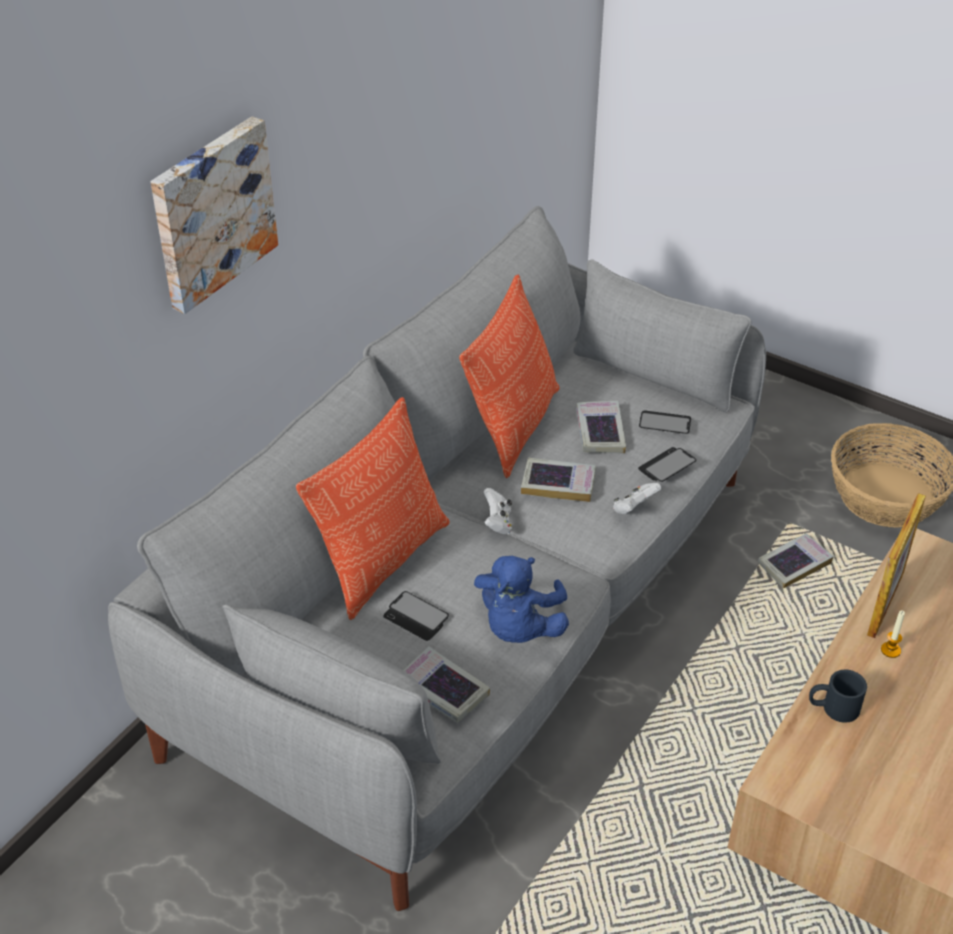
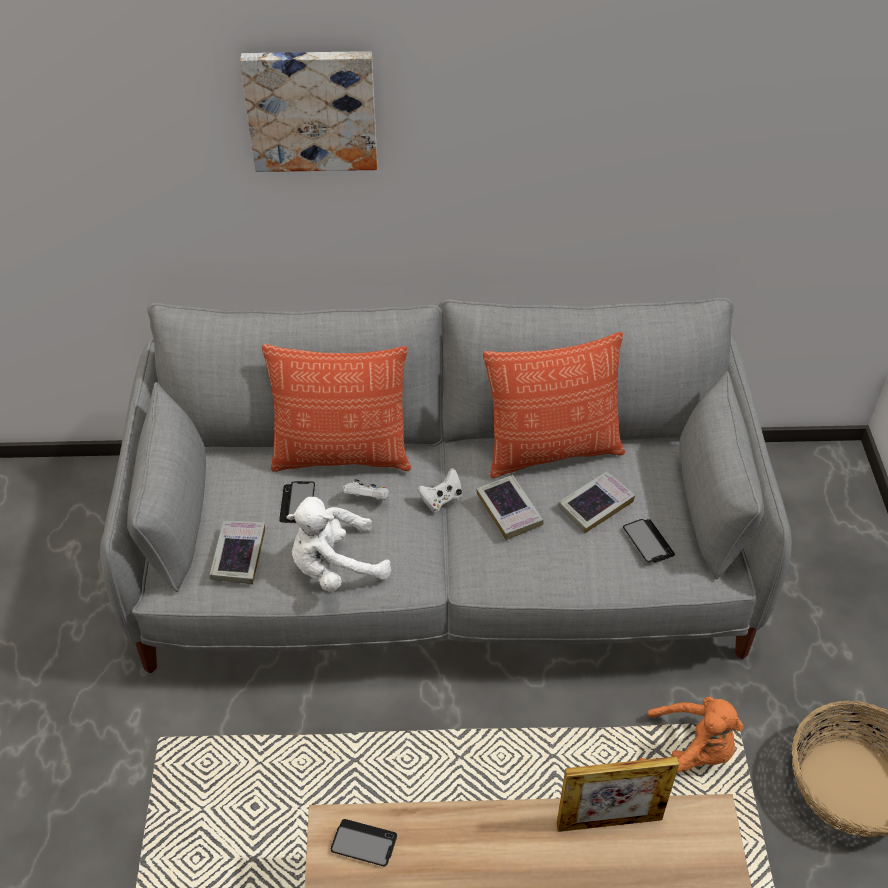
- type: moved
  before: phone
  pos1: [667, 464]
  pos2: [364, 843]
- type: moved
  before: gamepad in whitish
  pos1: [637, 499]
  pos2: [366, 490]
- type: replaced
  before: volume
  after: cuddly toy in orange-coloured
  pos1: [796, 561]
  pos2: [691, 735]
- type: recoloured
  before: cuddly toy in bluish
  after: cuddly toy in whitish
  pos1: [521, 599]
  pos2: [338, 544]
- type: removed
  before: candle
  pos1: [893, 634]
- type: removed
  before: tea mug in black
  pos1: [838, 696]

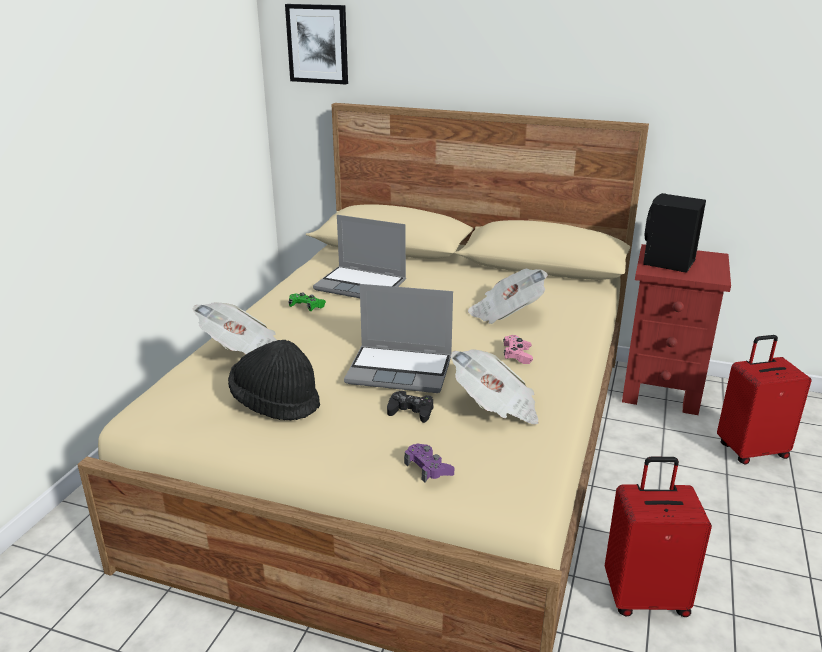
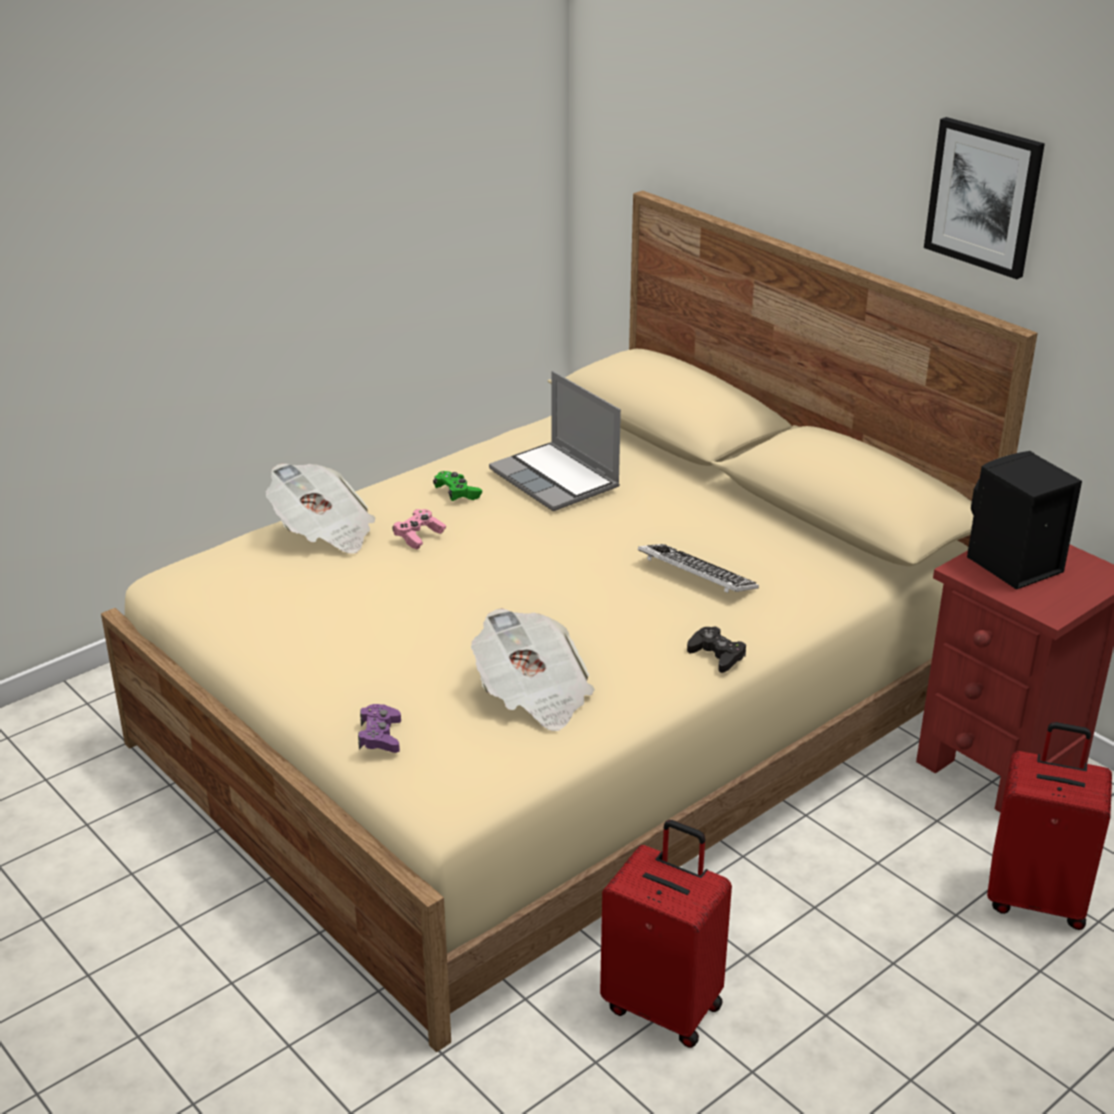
- type: moved
  before: wall art
  pos1: [316, 44]
  pos2: [984, 198]
- type: replaced
  before: printed paper
  after: computer keyboard
  pos1: [508, 296]
  pos2: [698, 568]
- type: removed
  before: portable computer
  pos1: [398, 338]
- type: moved
  before: gamepad in pink
  pos1: [518, 349]
  pos2: [419, 529]
- type: removed
  before: clothing hat in black
  pos1: [274, 380]
- type: moved
  before: gamepad in black
  pos1: [410, 406]
  pos2: [716, 650]

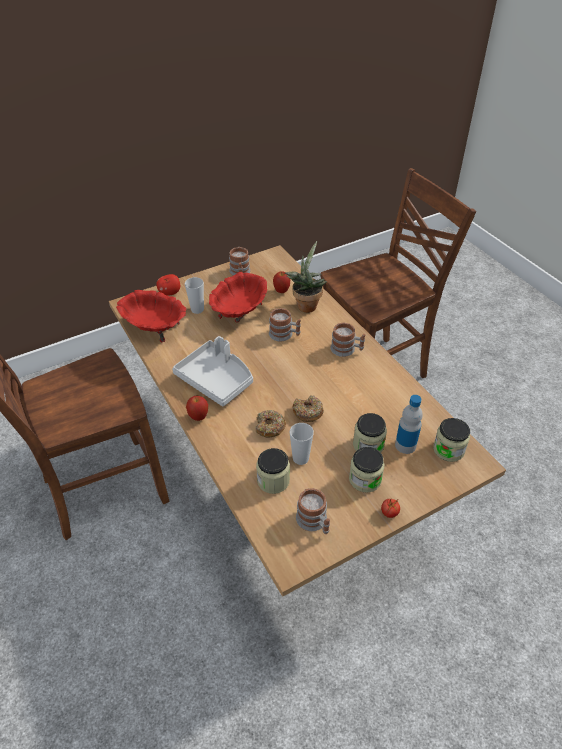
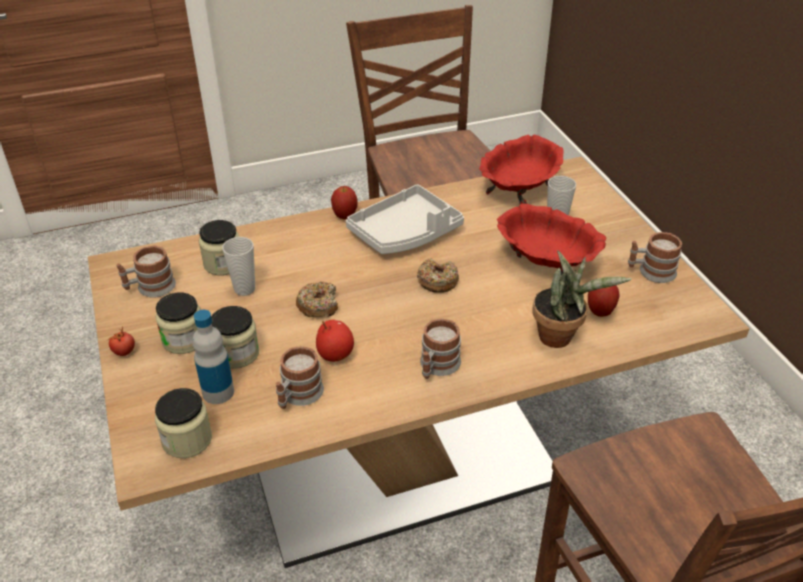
- type: moved
  before: apple
  pos1: [168, 285]
  pos2: [335, 341]
- type: moved
  before: tea mug
  pos1: [285, 324]
  pos2: [300, 377]
- type: moved
  before: ring doughnut
  pos1: [270, 423]
  pos2: [438, 275]

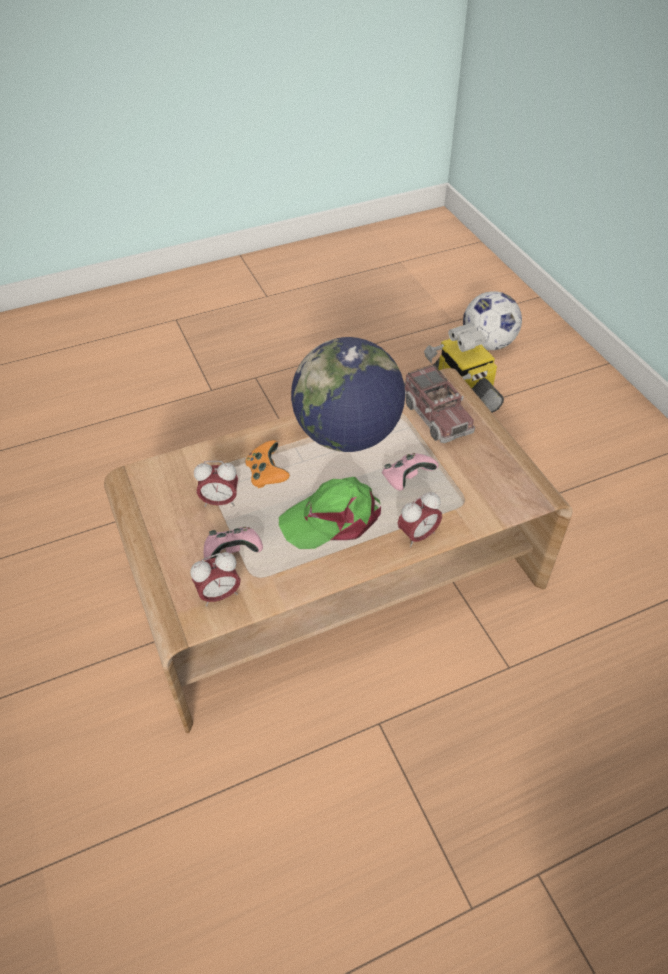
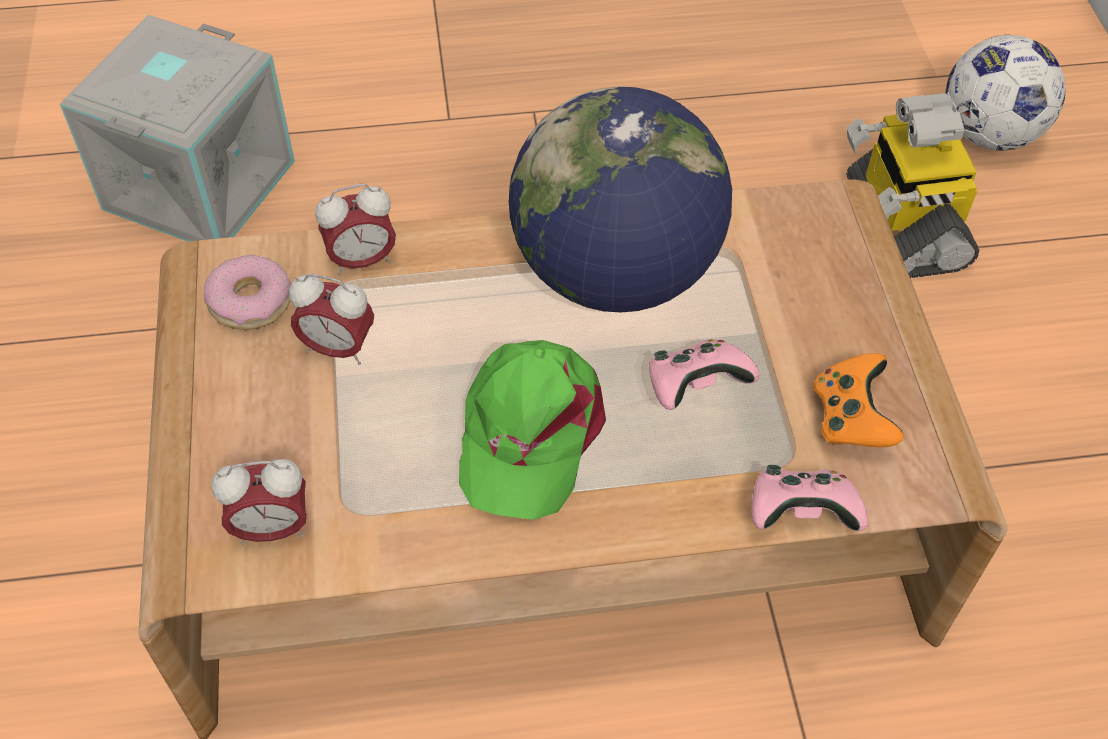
- type: removed
  before: toy truck
  pos1: [439, 403]
- type: moved
  before: gamepad in orange-coloured
  pos1: [267, 464]
  pos2: [858, 400]
- type: turned
  before: baseball cap in green
  pos1: [330, 513]
  pos2: [532, 430]
  turn: -75
- type: moved
  before: table clock
  pos1: [420, 519]
  pos2: [355, 230]
- type: moved
  before: gamepad in pink
  pos1: [233, 544]
  pos2: [809, 498]
- type: added
  after: storage container in gray
  pos2: [177, 128]
- type: added
  after: ring doughnut
  pos2: [247, 292]

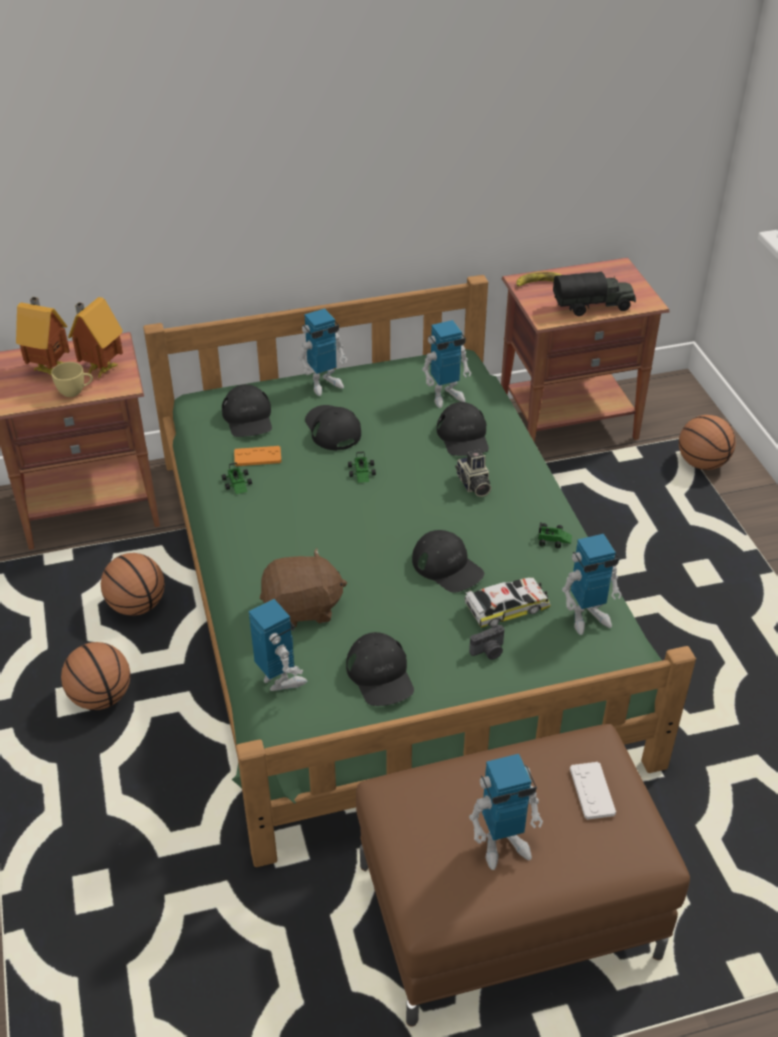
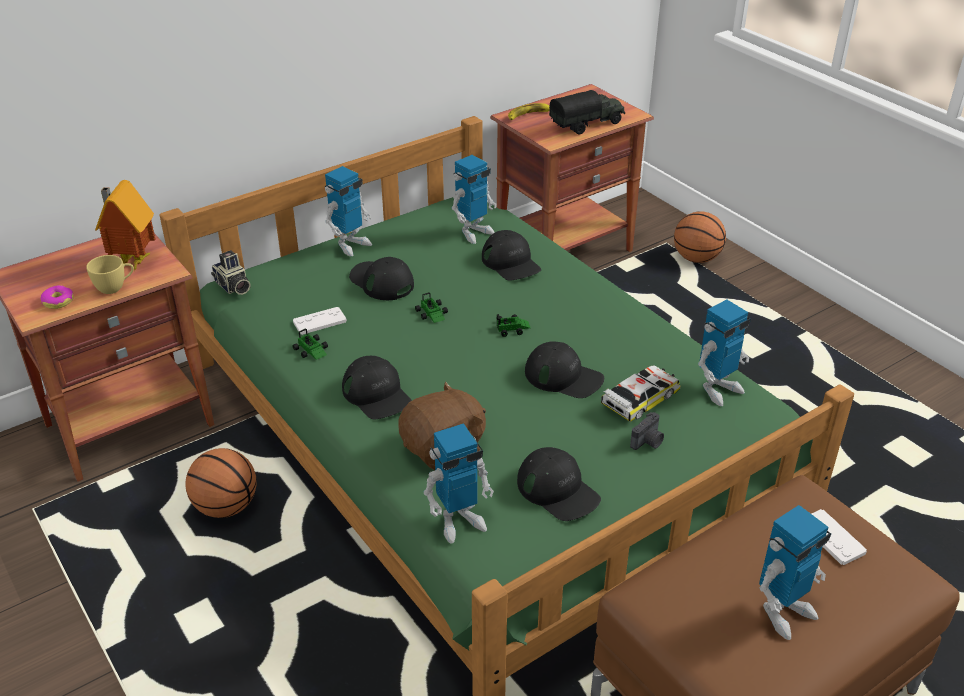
- type: removed
  before: miniature house
  pos1: [43, 336]
- type: moved
  before: baseball cap in black
  pos1: [247, 410]
  pos2: [377, 387]
- type: recoloured
  before: gamepad in orange-coloured
  after: gamepad in whitish
  pos1: [257, 456]
  pos2: [320, 321]
- type: moved
  before: photo camera
  pos1: [473, 473]
  pos2: [230, 272]
- type: moved
  before: model car
  pos1: [555, 535]
  pos2: [513, 325]
- type: turned
  before: toy robot
  pos1: [278, 645]
  pos2: [459, 483]
  turn: 120
- type: removed
  before: basketball ball
  pos1: [95, 676]
- type: added
  after: ring doughnut
  pos2: [57, 297]

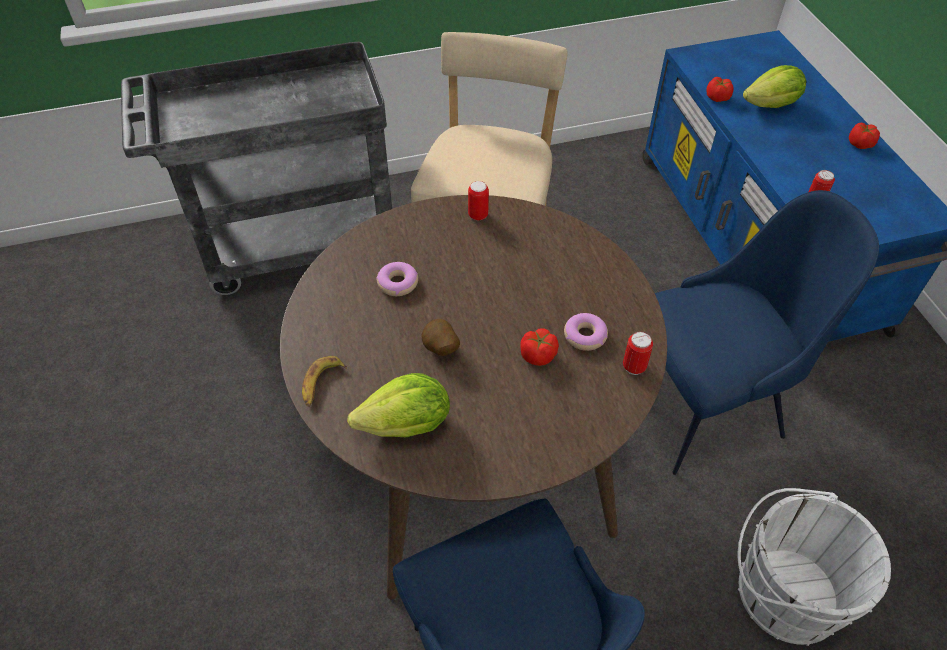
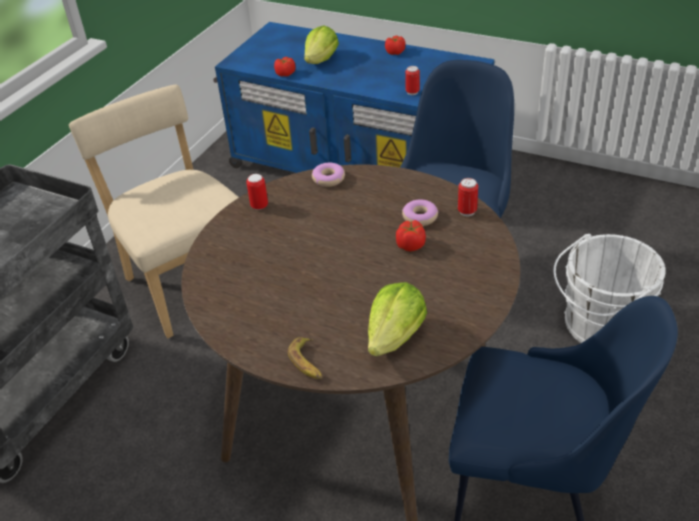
- type: moved
  before: ring doughnut
  pos1: [397, 279]
  pos2: [328, 175]
- type: removed
  before: potato
  pos1: [440, 337]

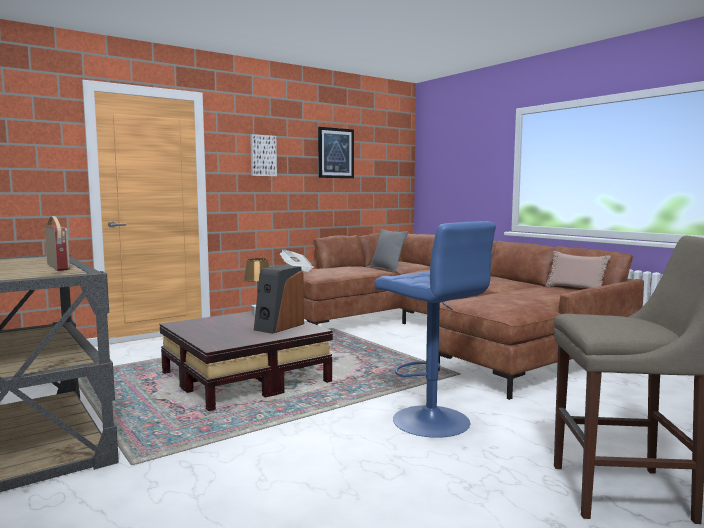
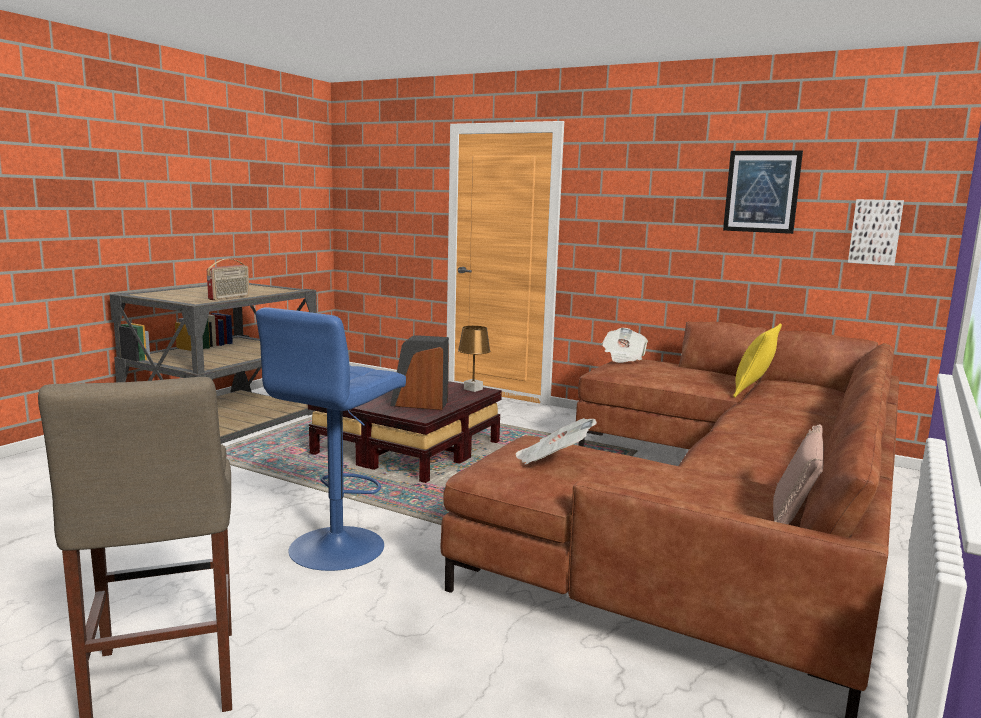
- type: moved
  before: wall art
  pos1: [263, 155]
  pos2: [876, 232]
- type: recoloured
  before: cushion in gray
  after: cushion in yellowish
  pos1: [389, 250]
  pos2: [757, 360]
- type: added
  after: printed paper
  pos2: [556, 441]

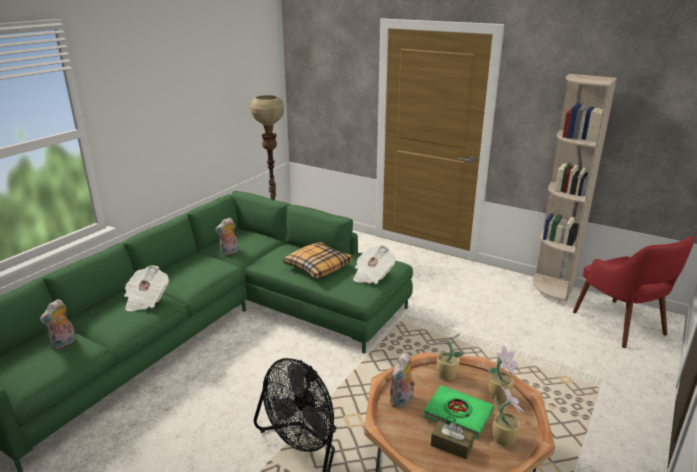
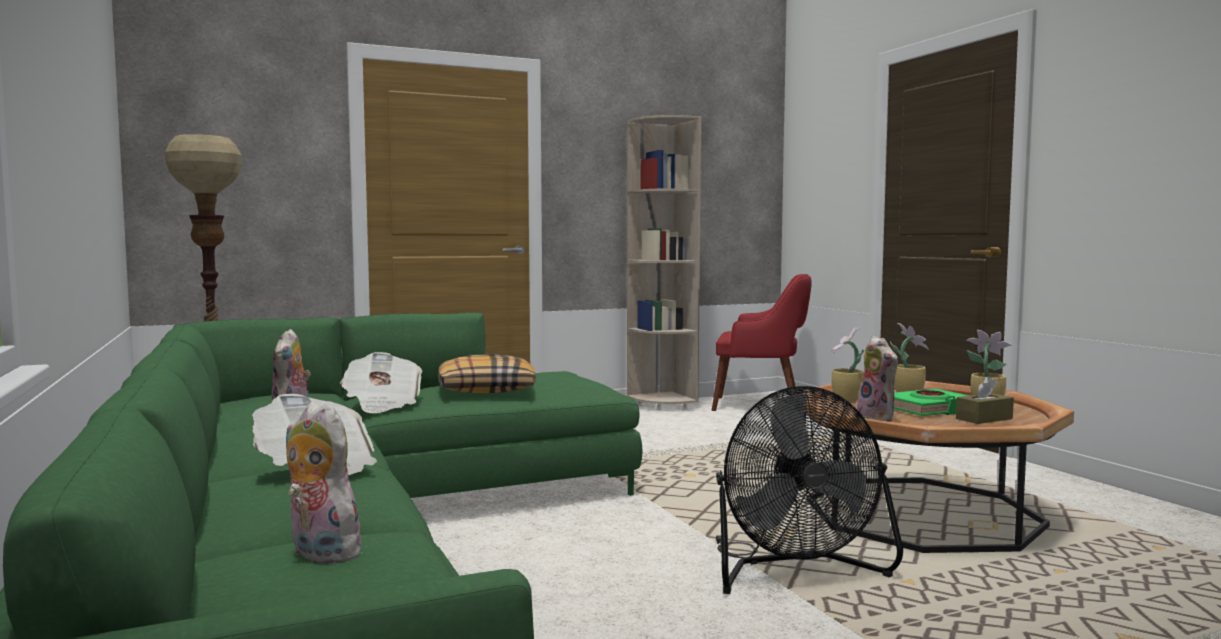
- type: moved
  before: printed paper
  pos1: [374, 264]
  pos2: [381, 382]
- type: turned
  before: cuddly toy
  pos1: [58, 324]
  pos2: [327, 483]
  turn: 150

